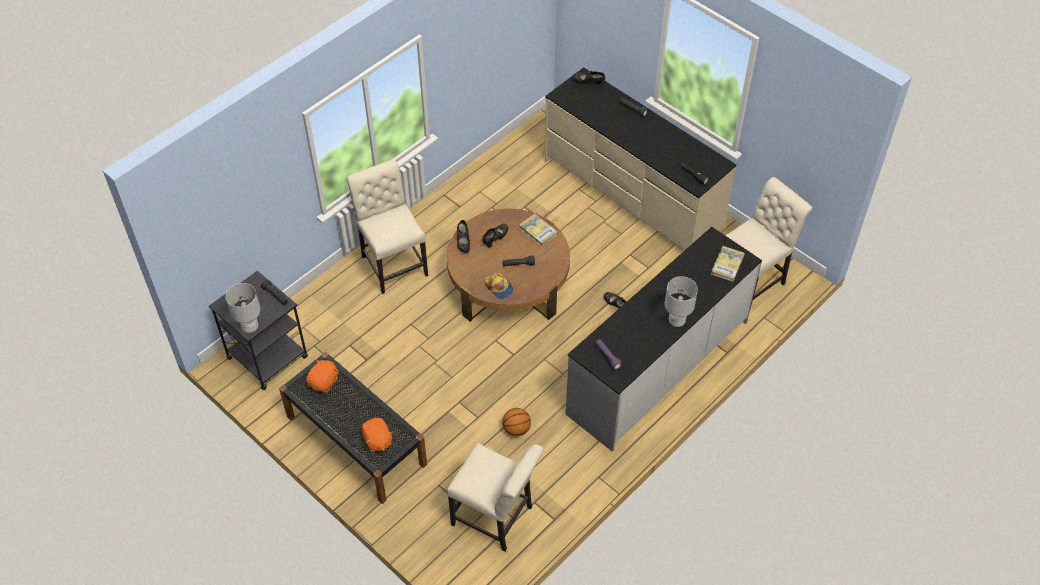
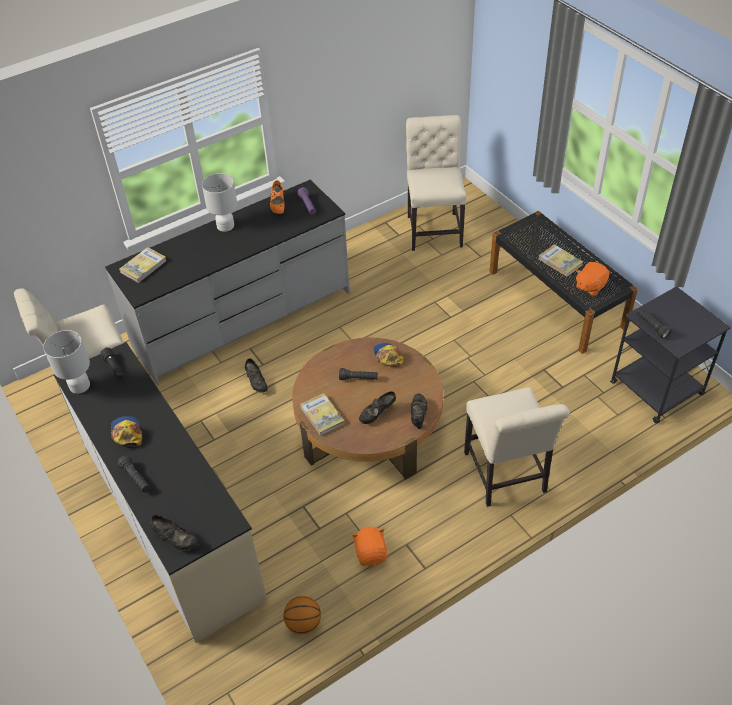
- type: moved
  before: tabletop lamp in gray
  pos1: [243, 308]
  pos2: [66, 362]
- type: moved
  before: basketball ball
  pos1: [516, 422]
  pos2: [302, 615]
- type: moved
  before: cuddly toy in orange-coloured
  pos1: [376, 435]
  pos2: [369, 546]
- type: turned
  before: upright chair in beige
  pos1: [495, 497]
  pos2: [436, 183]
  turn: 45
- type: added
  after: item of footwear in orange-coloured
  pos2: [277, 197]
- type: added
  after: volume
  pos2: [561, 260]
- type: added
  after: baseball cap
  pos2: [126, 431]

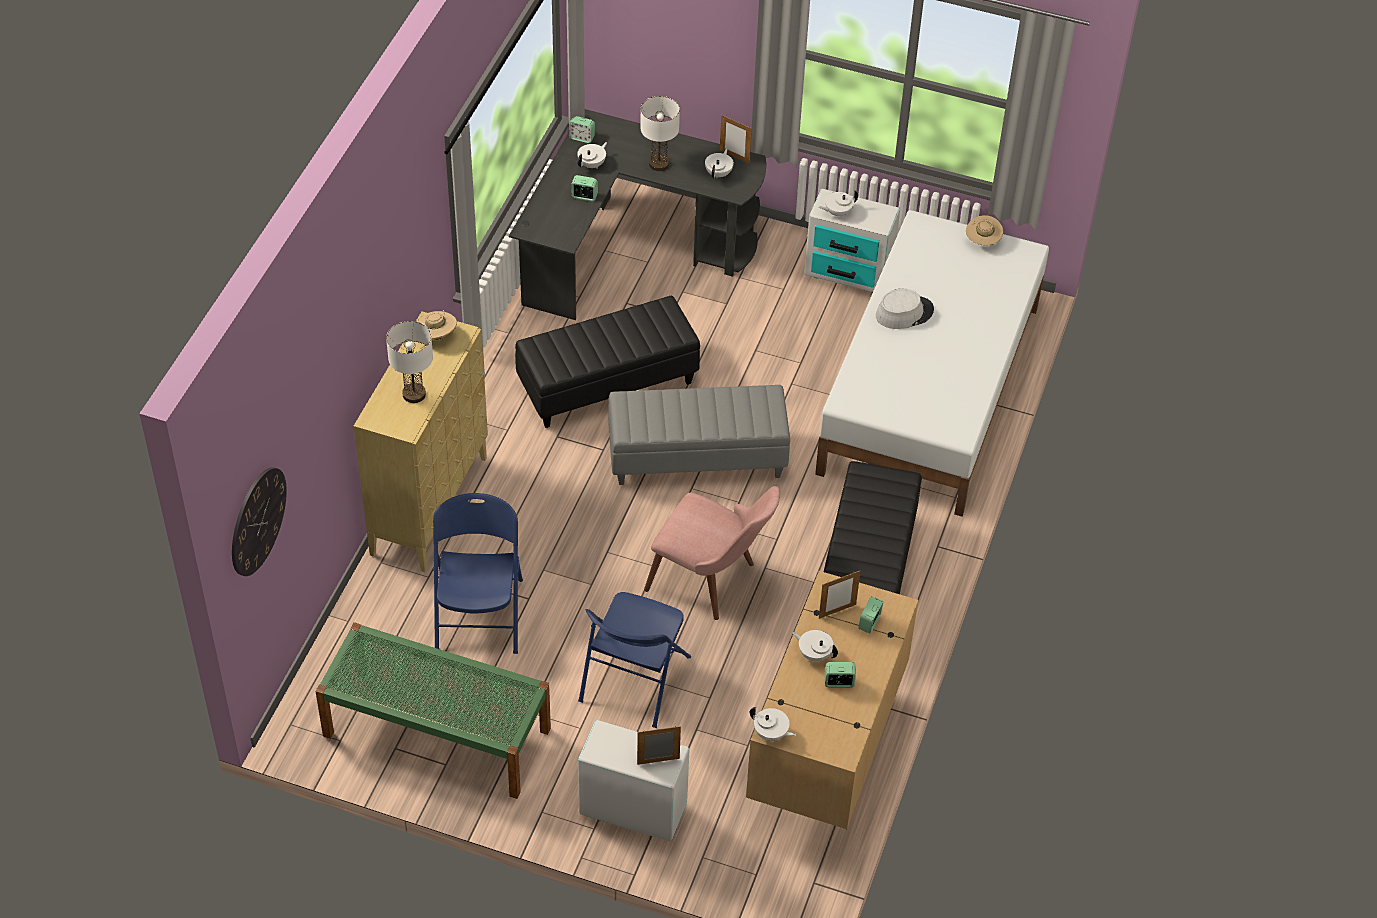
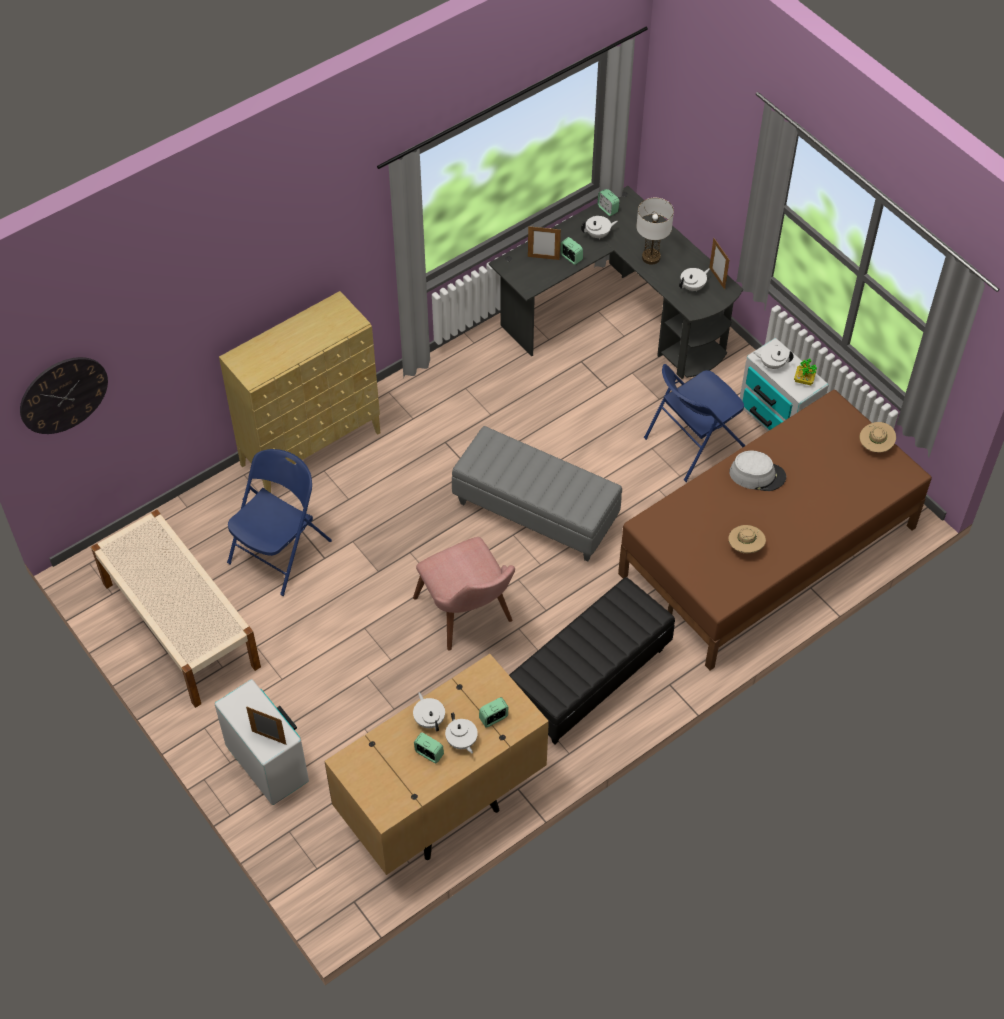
- type: recoloured
  before: bedroom bed in whitish
  after: bedroom bed in brown-coloured
  pos1: [932, 363]
  pos2: [775, 530]
- type: removed
  before: pouffe in black
  pos1: [607, 362]
- type: moved
  before: clothing hat in beige
  pos1: [437, 325]
  pos2: [747, 539]
- type: removed
  before: tabletop lamp
  pos1: [409, 362]
- type: moved
  before: picture frame
  pos1: [839, 595]
  pos2: [544, 243]
- type: moved
  before: upright chair in bluish
  pos1: [634, 660]
  pos2: [694, 423]
- type: recoloured
  before: indoor bench in green
  after: indoor bench in beige
  pos1: [433, 710]
  pos2: [176, 608]
- type: moved
  before: tea pot in whitish
  pos1: [773, 724]
  pos2: [461, 733]
- type: added
  after: potted plant
  pos2: [805, 371]

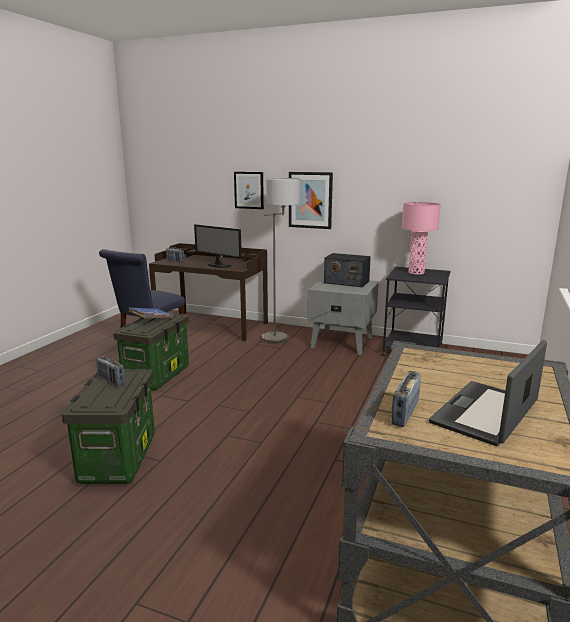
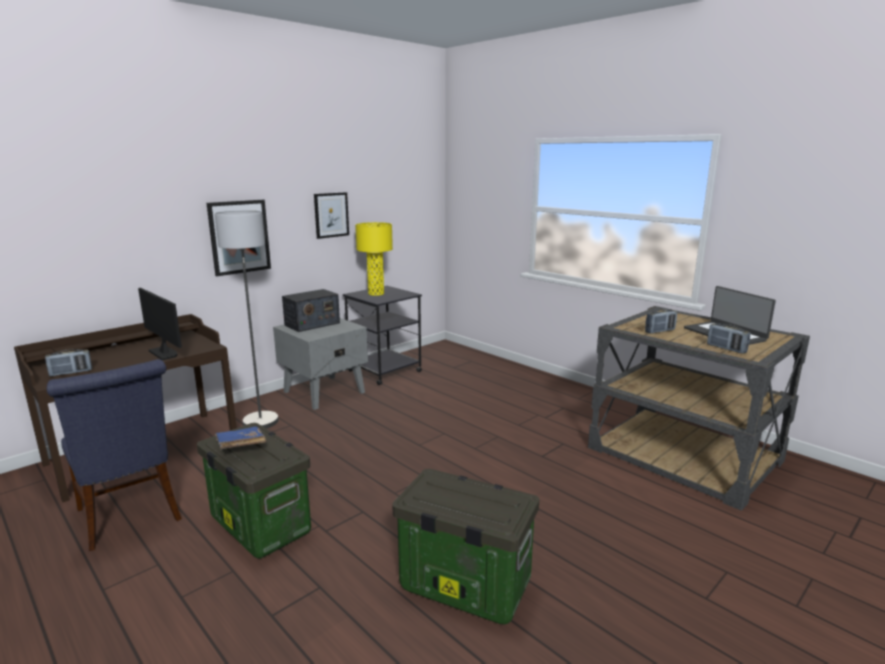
- type: moved
  before: wall art
  pos1: [249, 190]
  pos2: [331, 215]
- type: recoloured
  before: tabletop lamp in pink
  after: tabletop lamp in yellowish
  pos1: [421, 238]
  pos2: [374, 259]
- type: turned
  before: computer screen
  pos1: [218, 246]
  pos2: [160, 324]
  turn: -105
- type: moved
  before: radio set
  pos1: [110, 371]
  pos2: [661, 321]

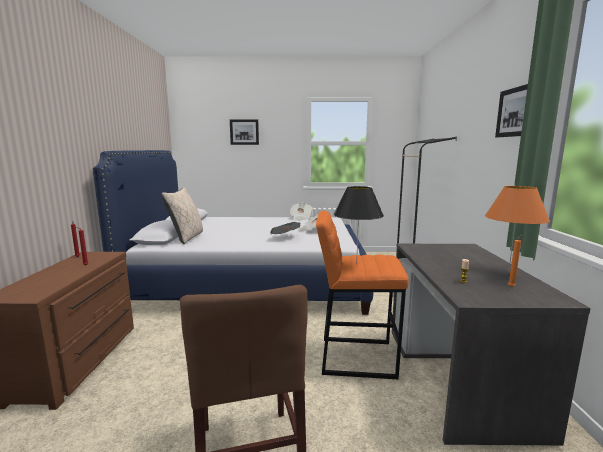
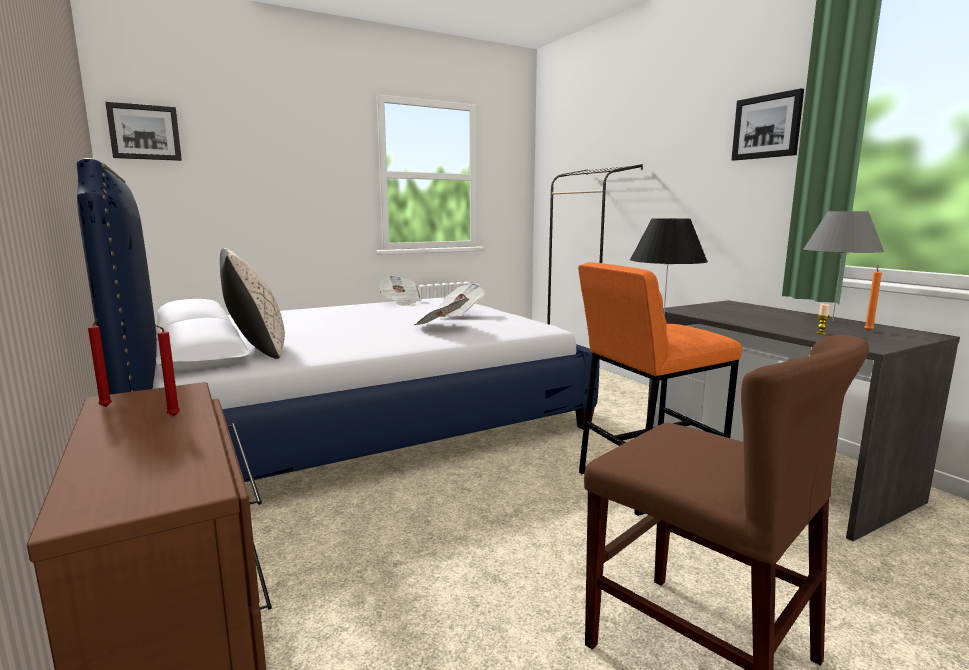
- type: moved
  before: wall art
  pos1: [244, 132]
  pos2: [143, 131]
- type: recoloured
  before: tabletop lamp in orange-coloured
  after: tabletop lamp in gray
  pos1: [517, 229]
  pos2: [844, 266]

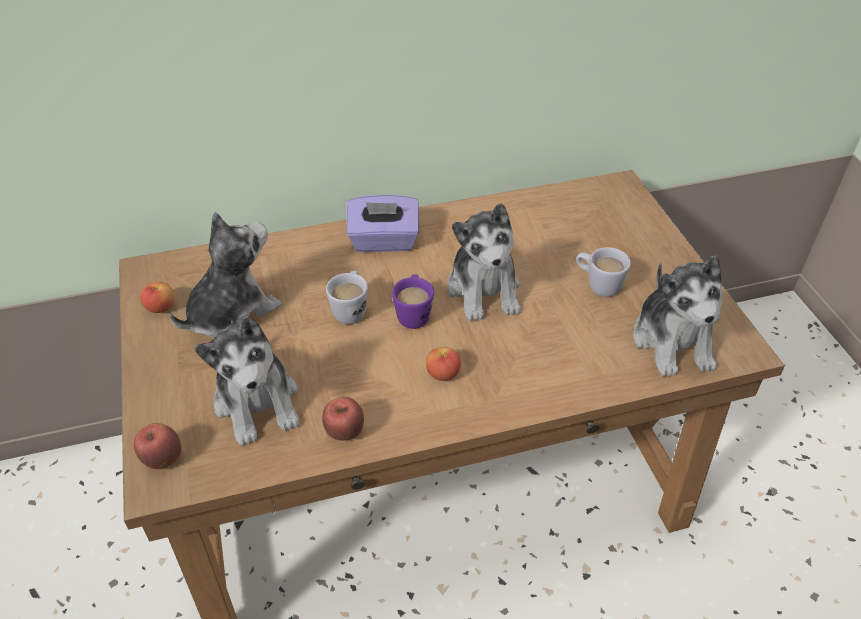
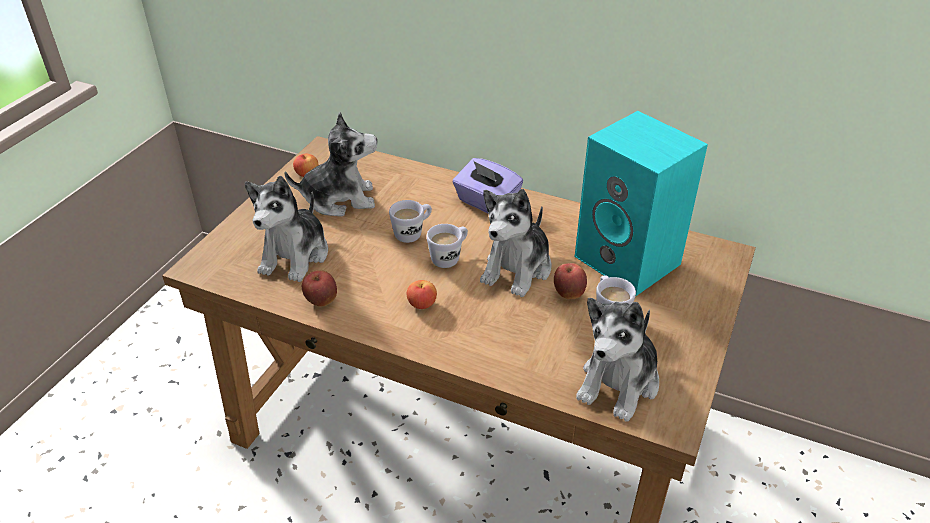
- type: recoloured
  before: tea mug in purple
  after: tea mug in whitish
  pos1: [413, 301]
  pos2: [447, 246]
- type: moved
  before: apple
  pos1: [157, 446]
  pos2: [570, 281]
- type: added
  after: loudspeaker in turquoise
  pos2: [641, 203]

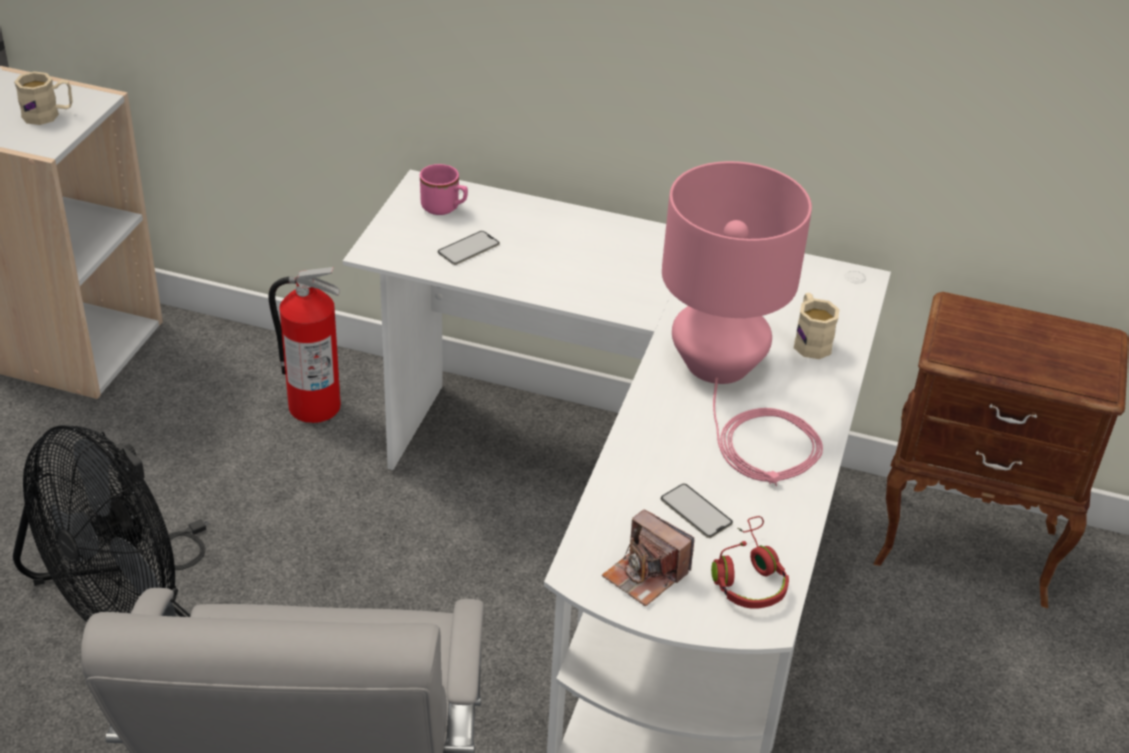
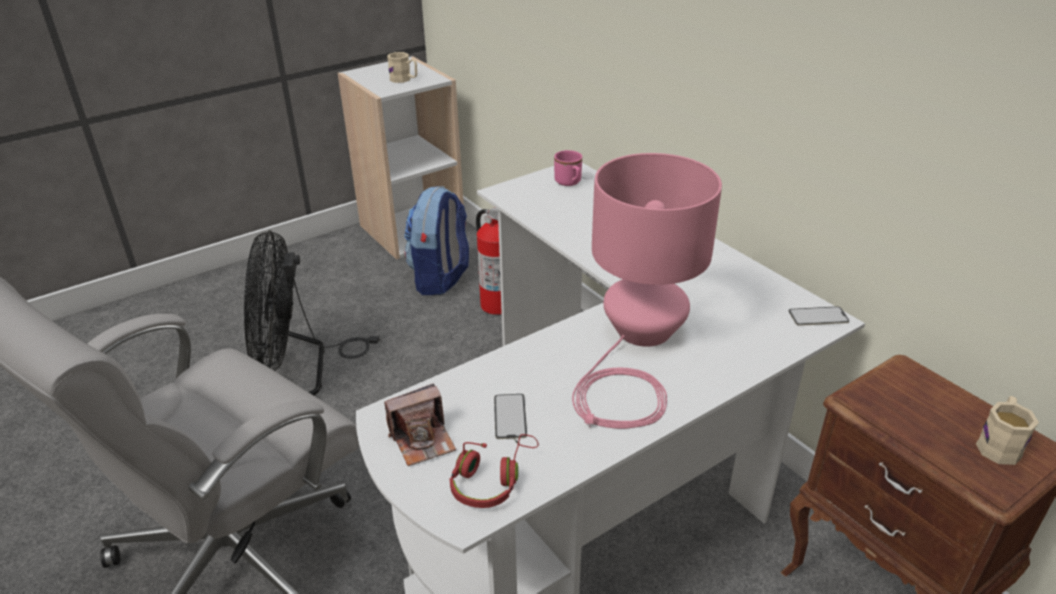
- type: moved
  before: phone
  pos1: [469, 248]
  pos2: [819, 316]
- type: moved
  before: tea mug in beige
  pos1: [816, 326]
  pos2: [1007, 430]
- type: turned
  before: photo camera
  pos1: [648, 557]
  pos2: [420, 425]
  turn: -105
- type: added
  after: knapsack
  pos2: [436, 240]

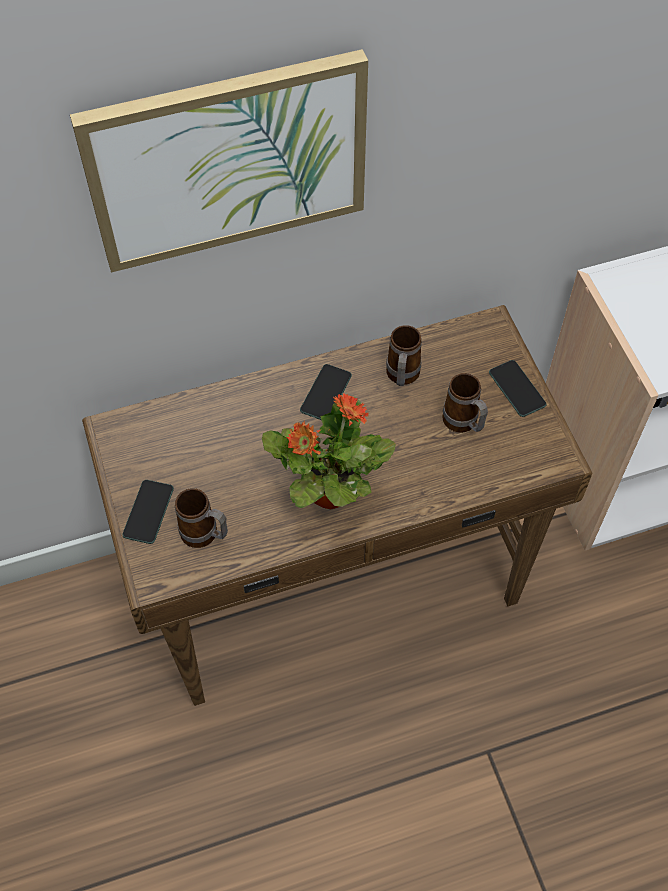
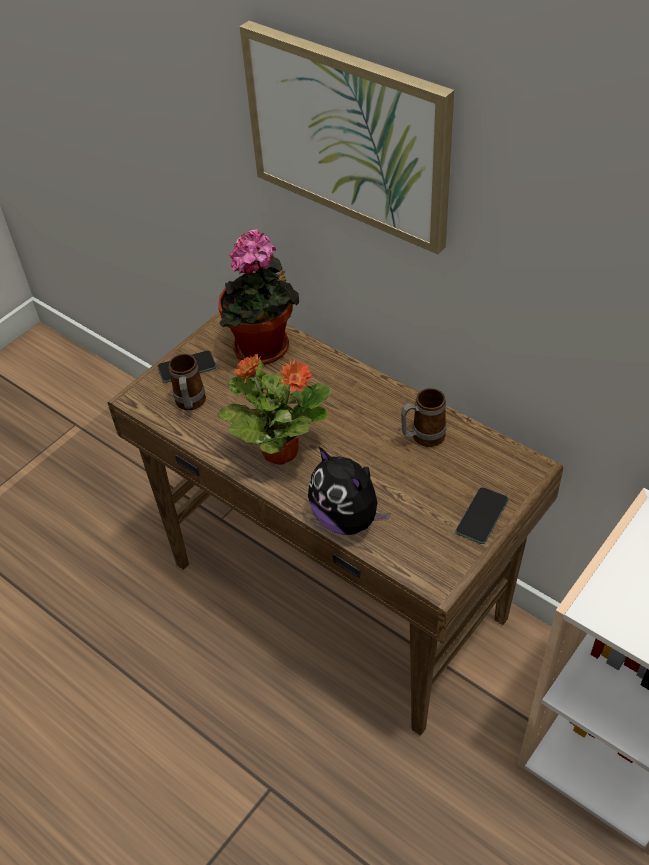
- type: removed
  before: phone
  pos1: [326, 392]
- type: removed
  before: tea mug
  pos1: [465, 403]
- type: added
  after: potted plant
  pos2: [258, 297]
- type: added
  after: cuddly toy
  pos2: [349, 491]

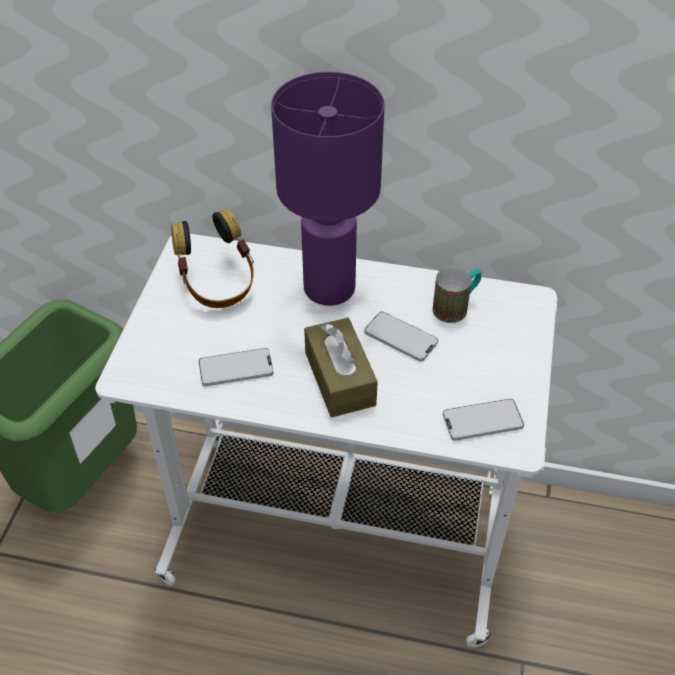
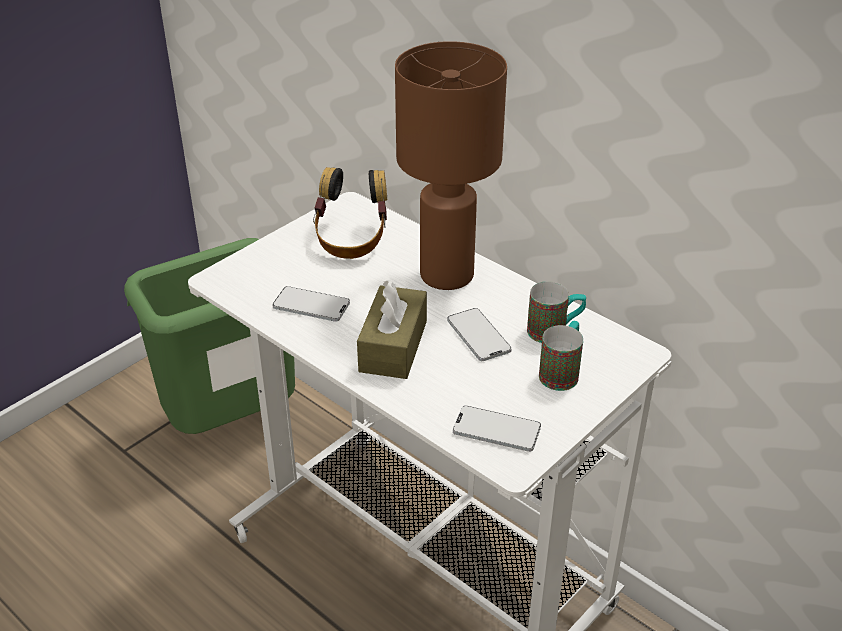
- type: recoloured
  before: tabletop lamp in purple
  after: tabletop lamp in brown-coloured
  pos1: [327, 189]
  pos2: [451, 165]
- type: added
  after: tea mug
  pos2: [561, 356]

